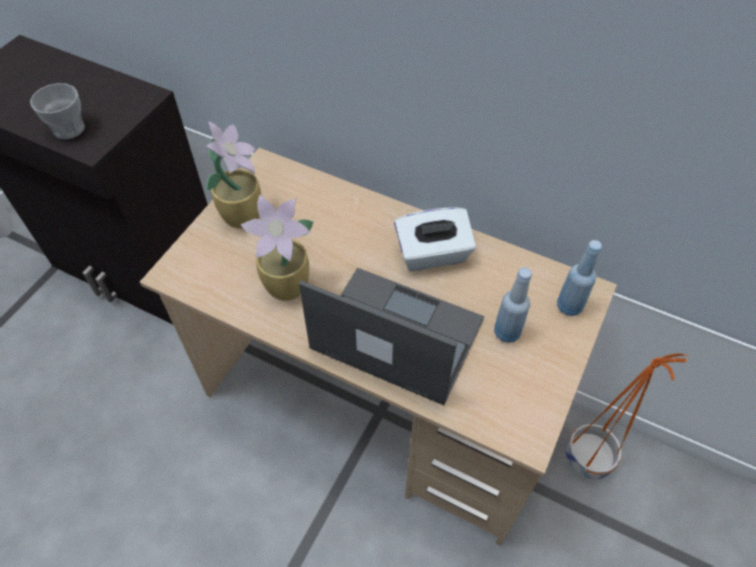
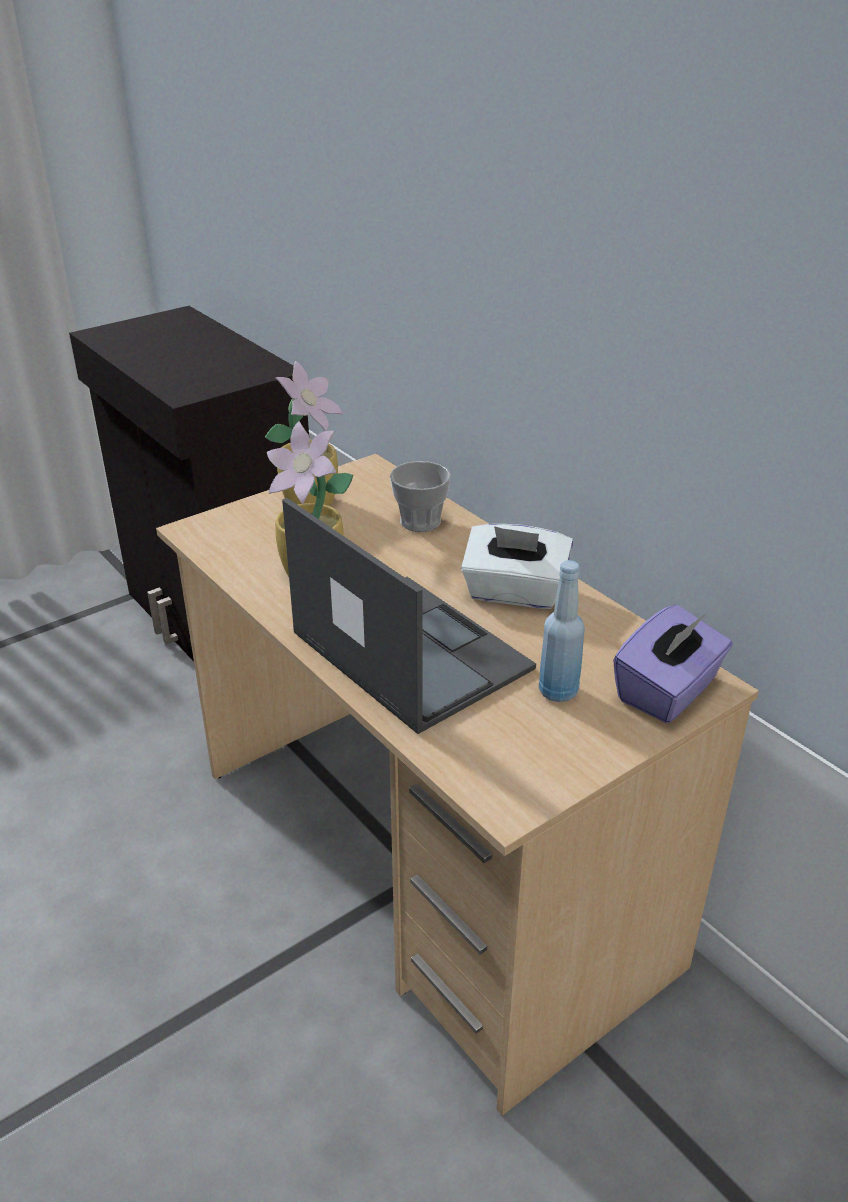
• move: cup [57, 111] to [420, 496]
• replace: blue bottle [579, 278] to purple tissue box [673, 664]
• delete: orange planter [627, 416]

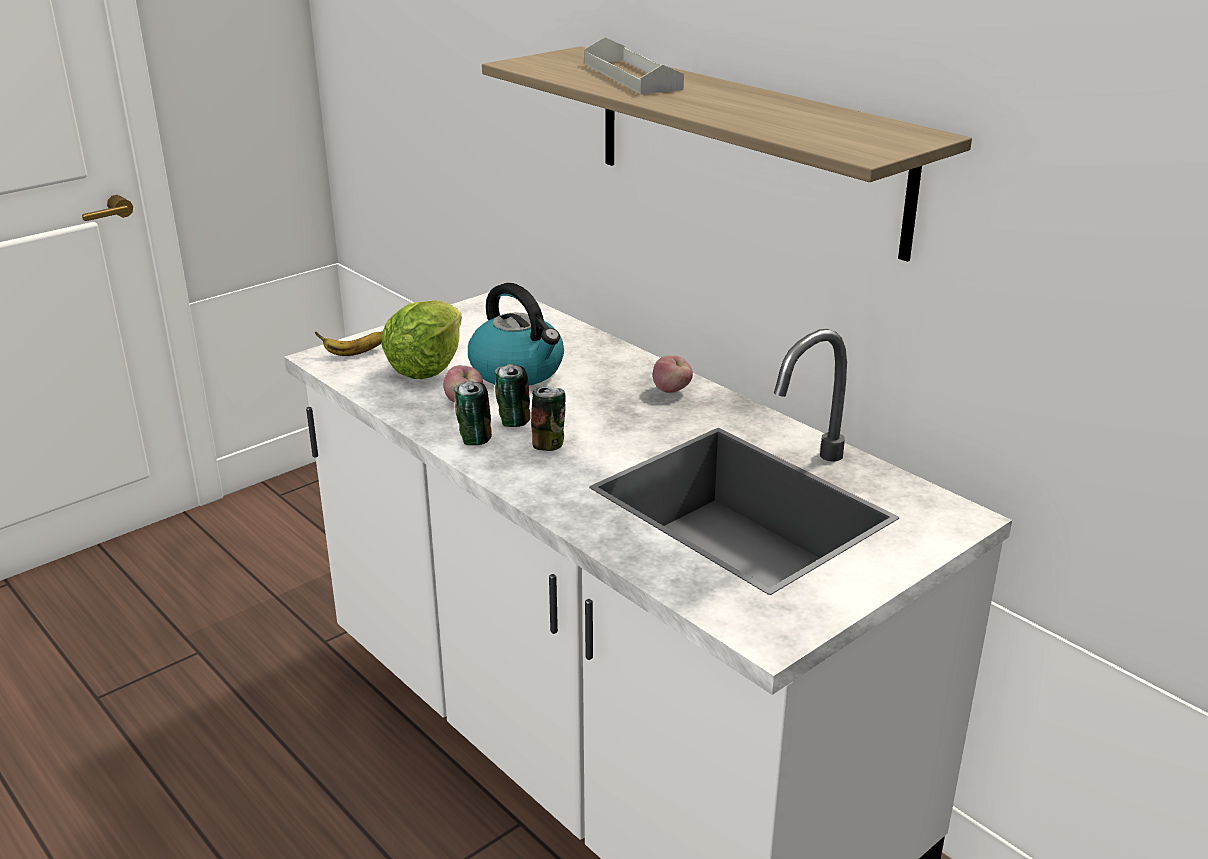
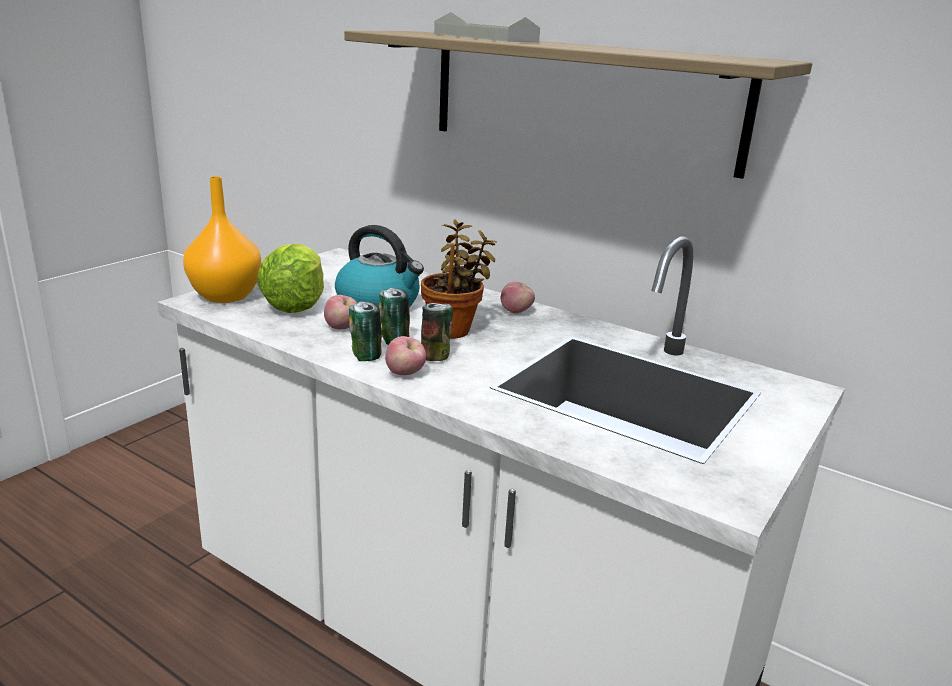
• replace: banana [349, 343] to orange vase [222, 239]
• insert: apple [405, 355]
• insert: potted plant [459, 279]

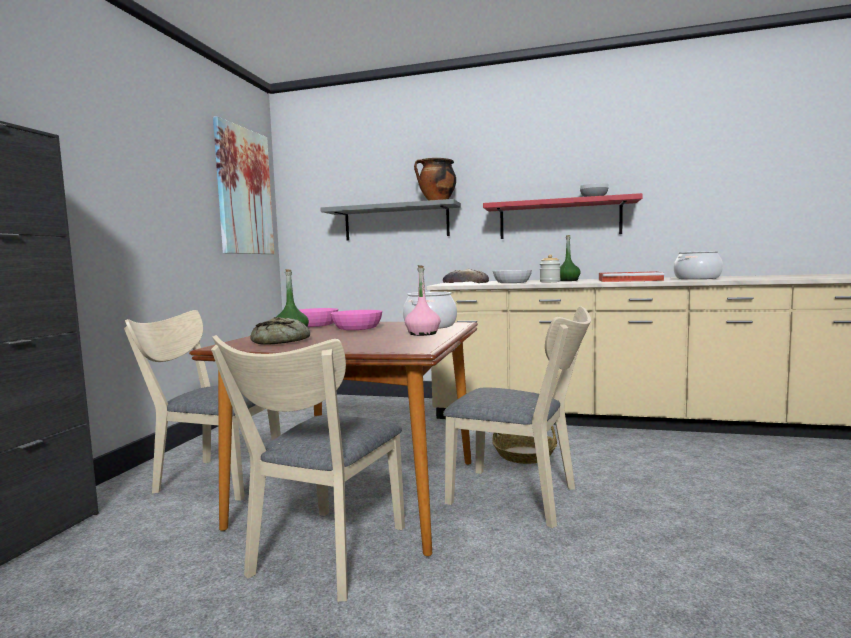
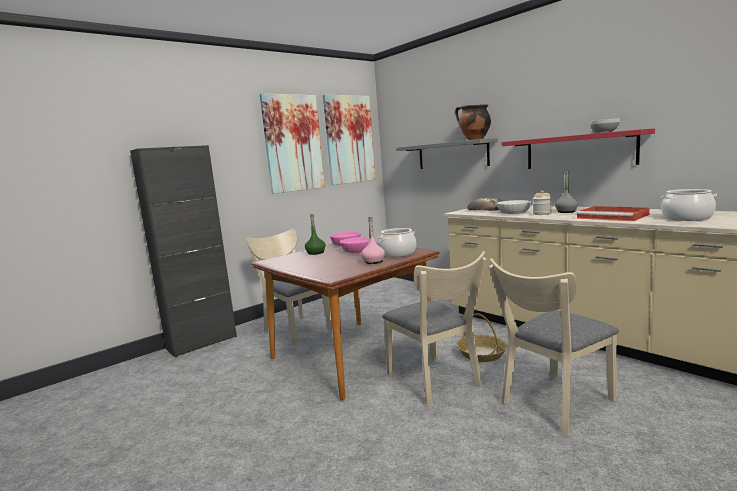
• move: beige chair [308, 468] to [554, 346]
• delete: bread [280, 331]
• recolor: green bottle [570, 258] to grey bottle [566, 192]
• insert: picture [292, 143]

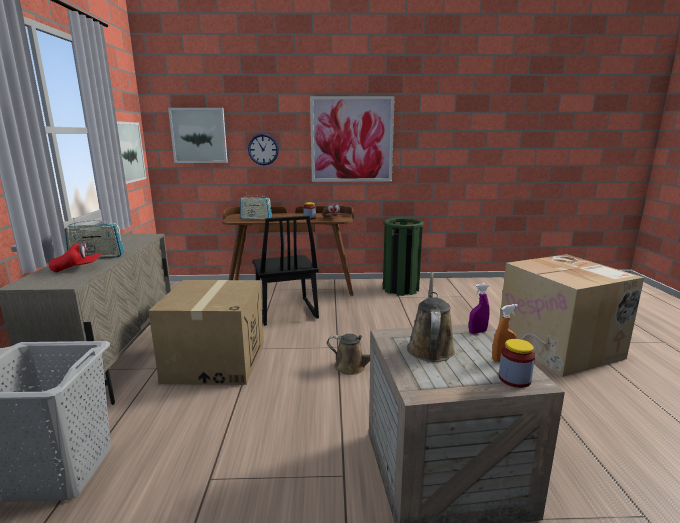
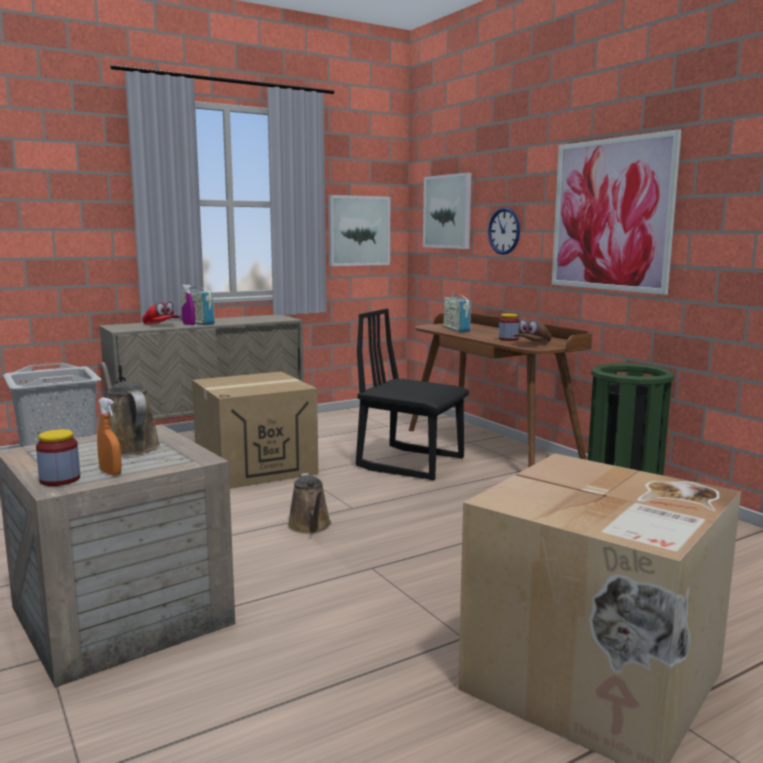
• rotate: black chair [285, 271] = [412, 394] 75 degrees clockwise
• rotate: brown watering can [431, 317] = [130, 408] 105 degrees counterclockwise
• move: purple spray bottle [479, 308] to [188, 304]

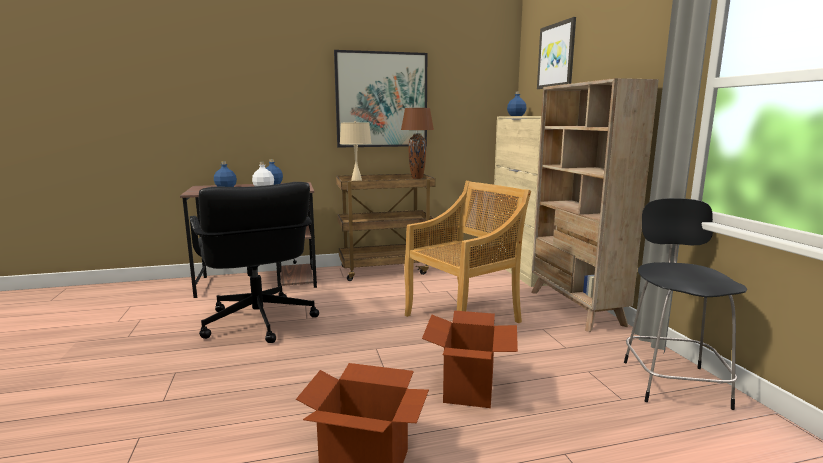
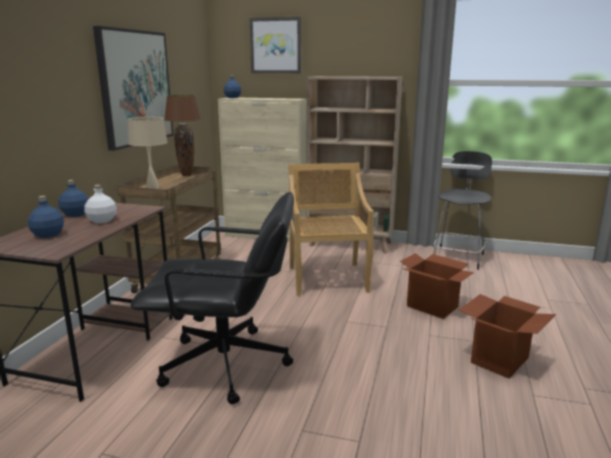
• rotate: black chair [685, 304] = [462, 210] 75 degrees clockwise

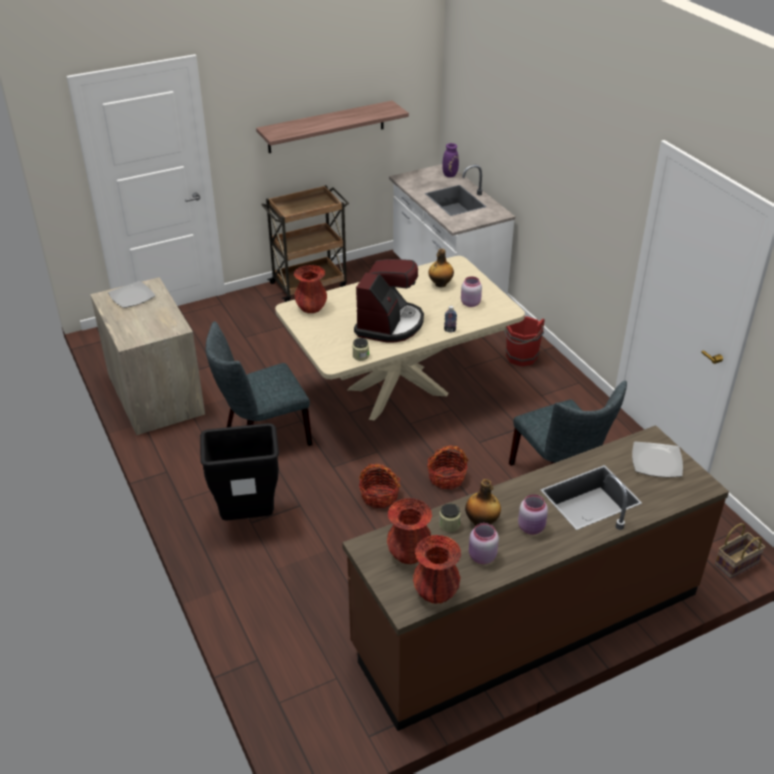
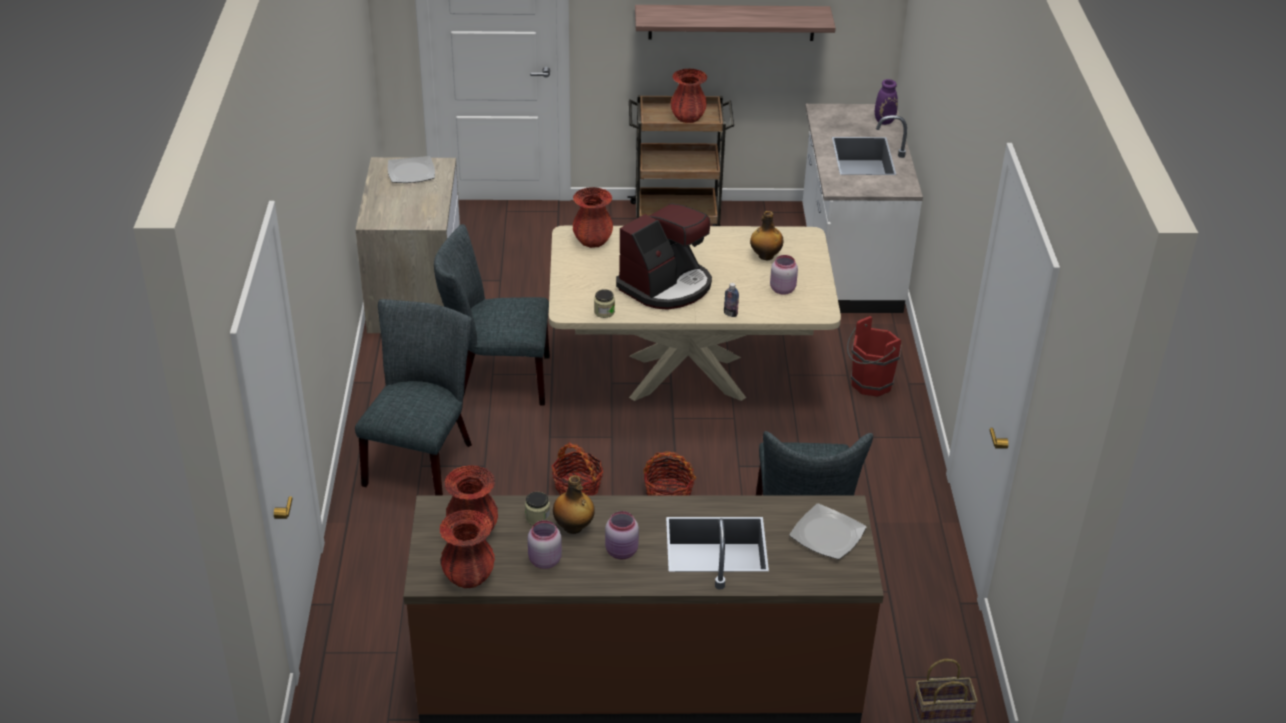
• replace: black trash can [239, 472] to grey chair [413, 397]
• insert: red vase [689, 95]

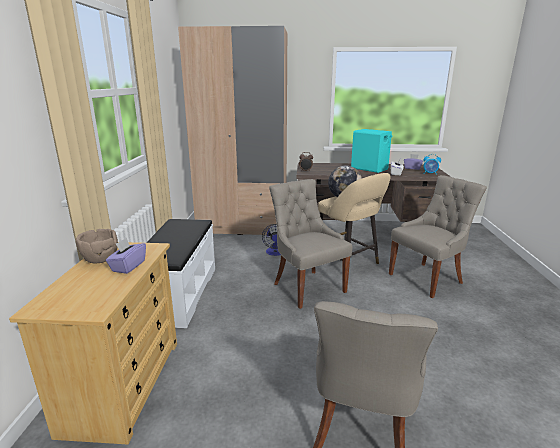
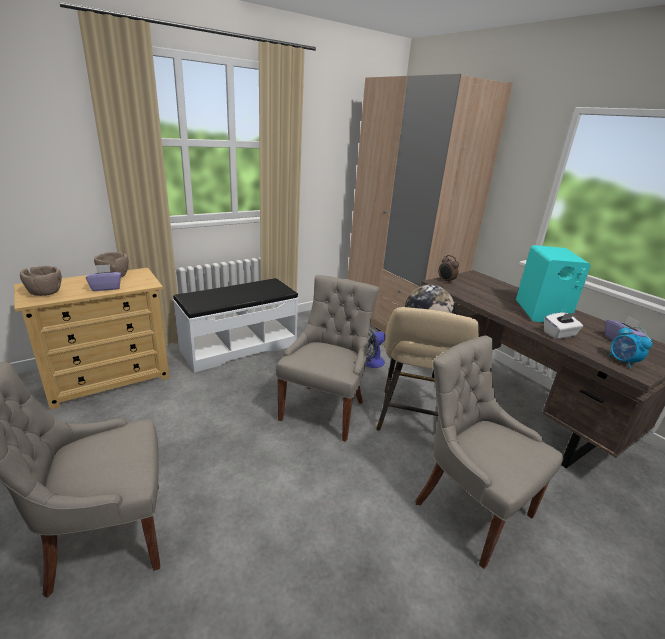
• rotate: grey chair [438, 236] = [489, 452] 150 degrees counterclockwise
• insert: brown bowl [41, 281]

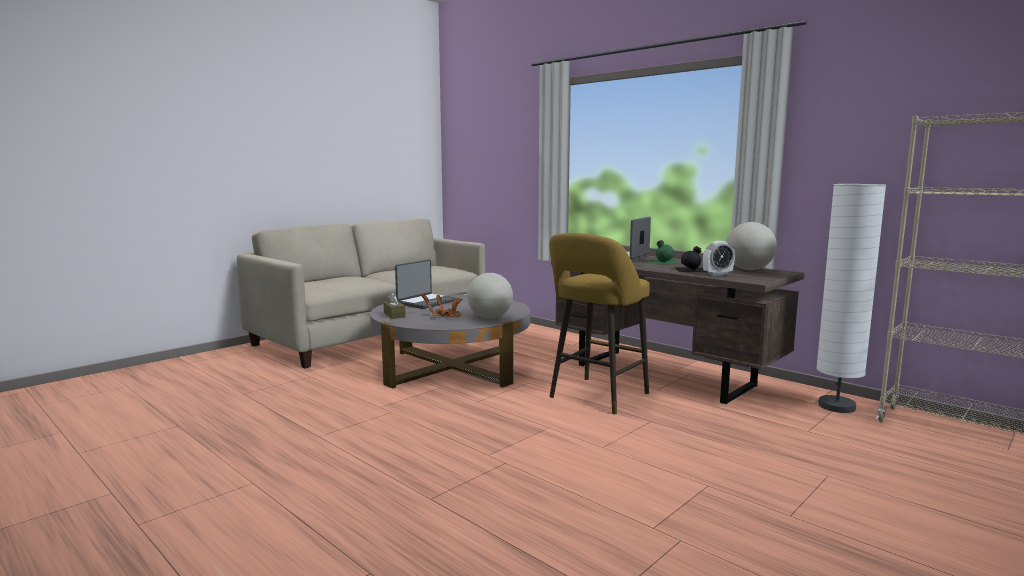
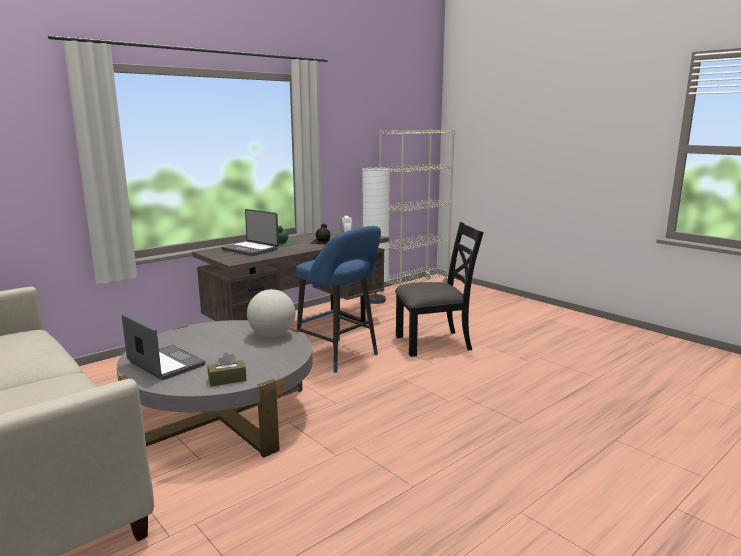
• delete: potted plant [441, 305]
• recolor: yellow stool [599, 323] to blue stool [338, 299]
• delete: globe [751, 246]
• insert: black chair [439, 289]

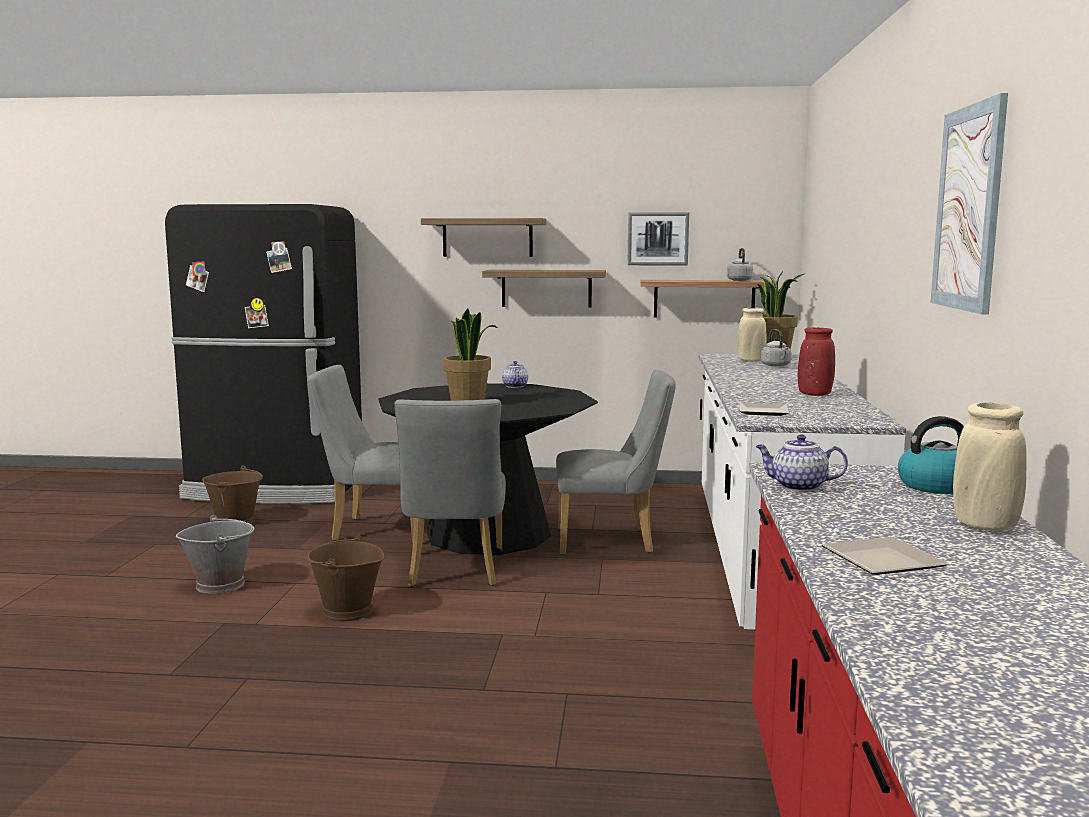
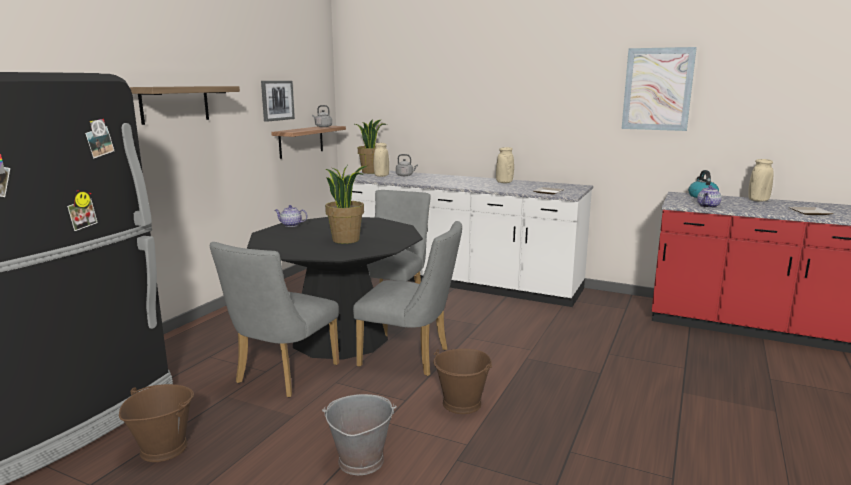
• delete: shelf [544, 289]
• recolor: red vase [816, 361] to beige vase [505, 165]

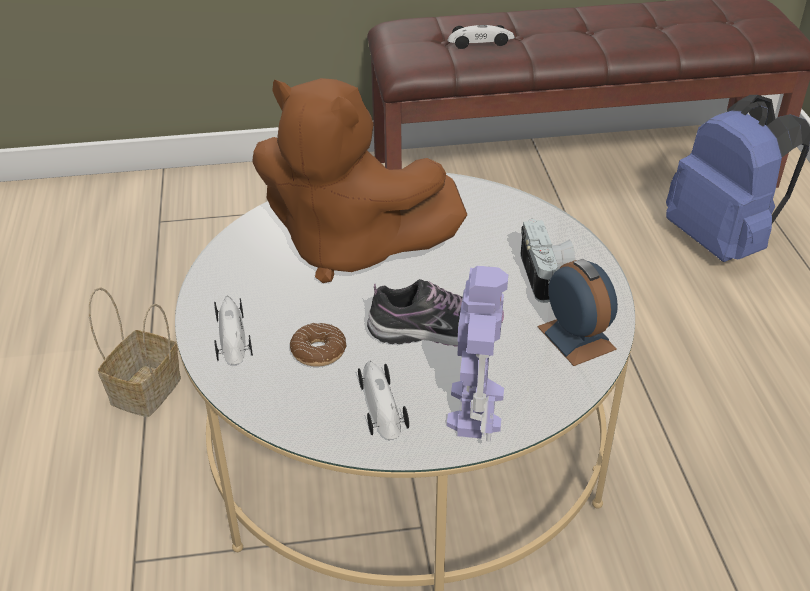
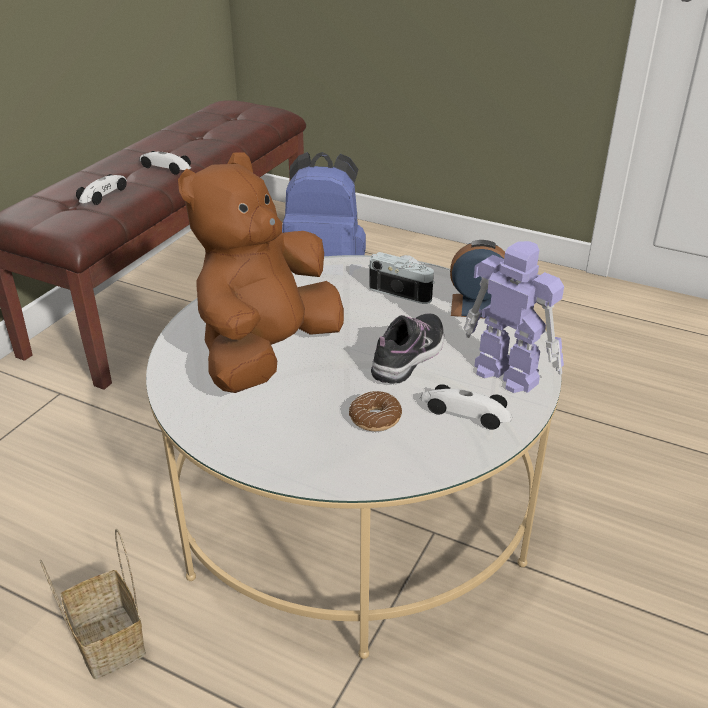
• move: toy car [233, 330] to [165, 162]
• rotate: brown plush toy [360, 180] = [261, 272] 150 degrees clockwise

